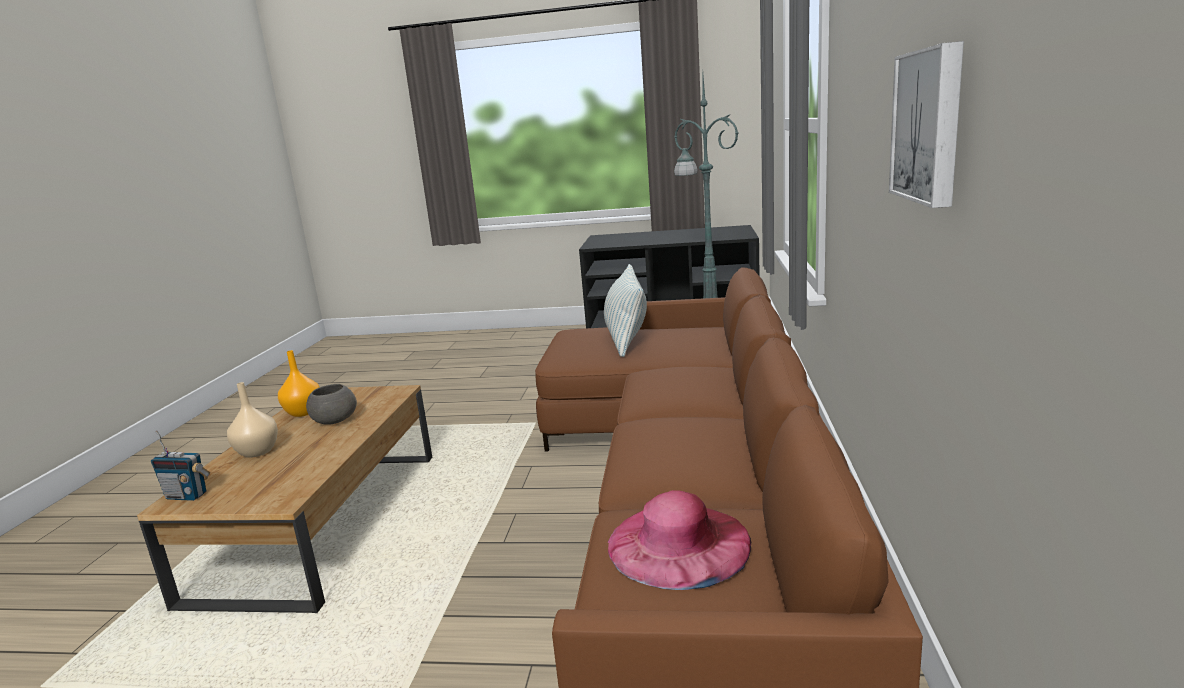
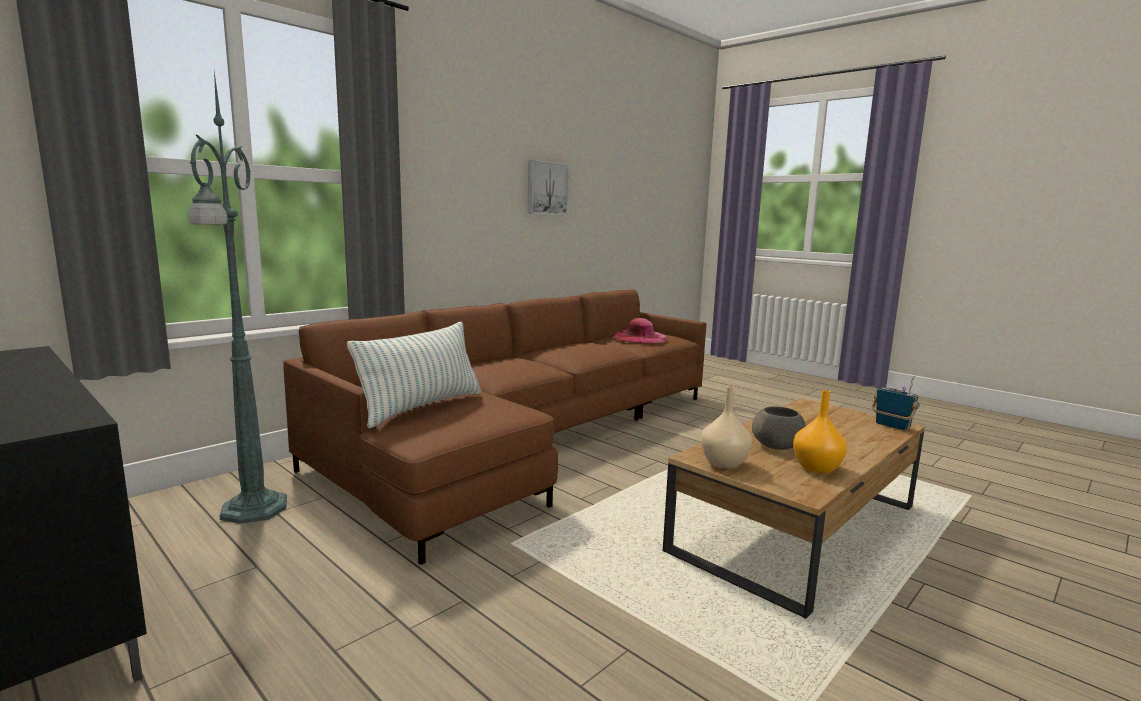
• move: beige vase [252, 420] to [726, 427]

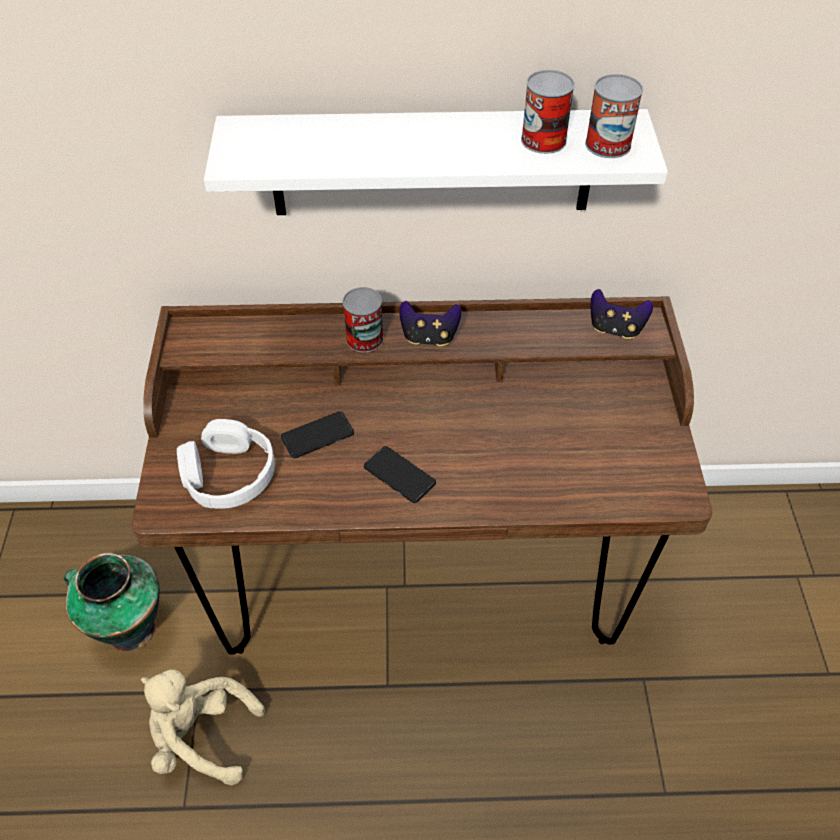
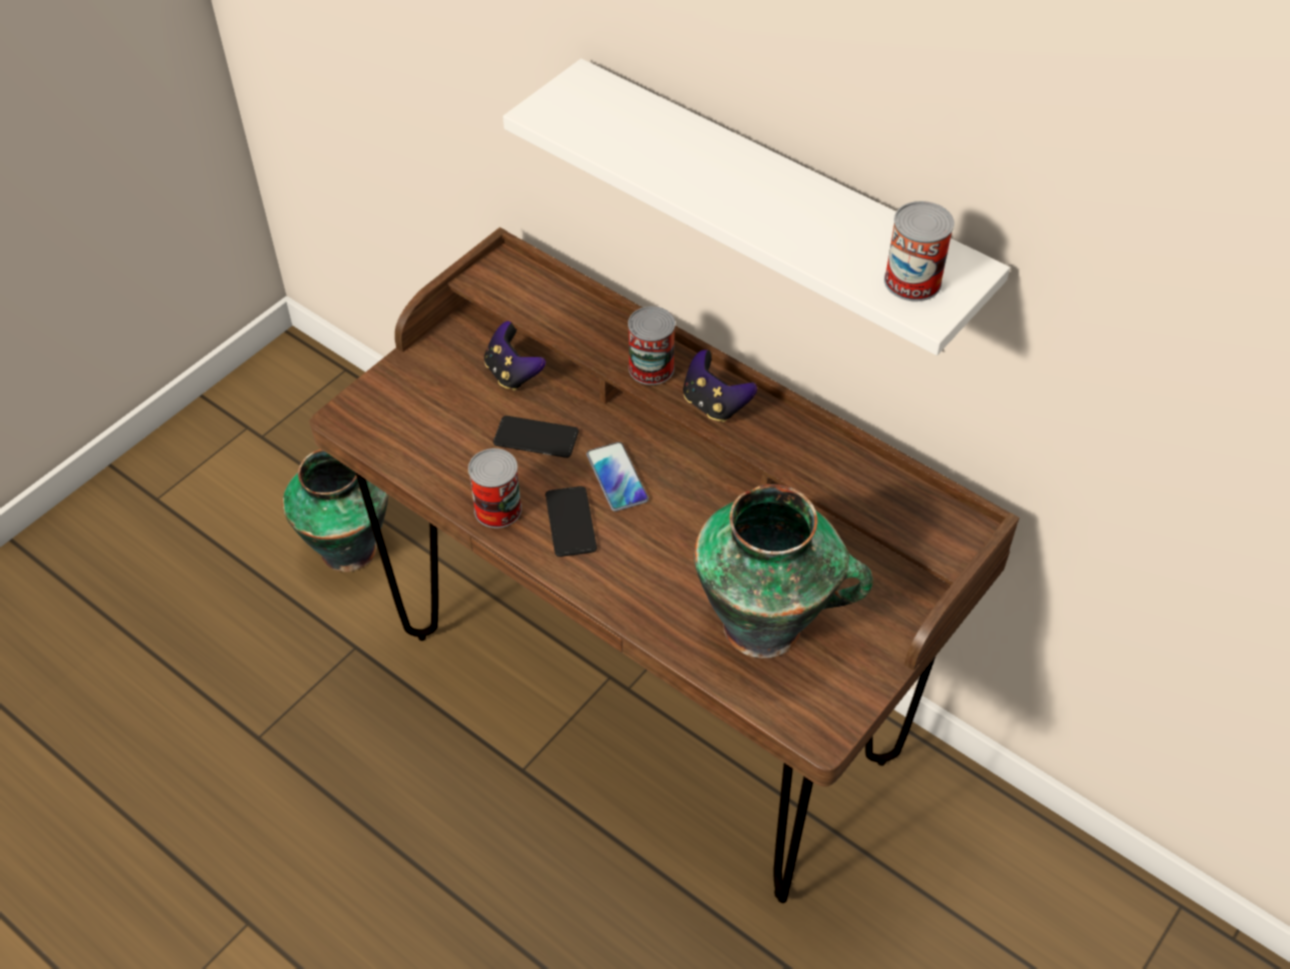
• delete: beige plush toy [203, 727]
• delete: white headphones [226, 464]
• move: can [548, 112] to [495, 488]
• move: game controller [621, 314] to [515, 356]
• insert: phone [617, 476]
• insert: vase [783, 571]

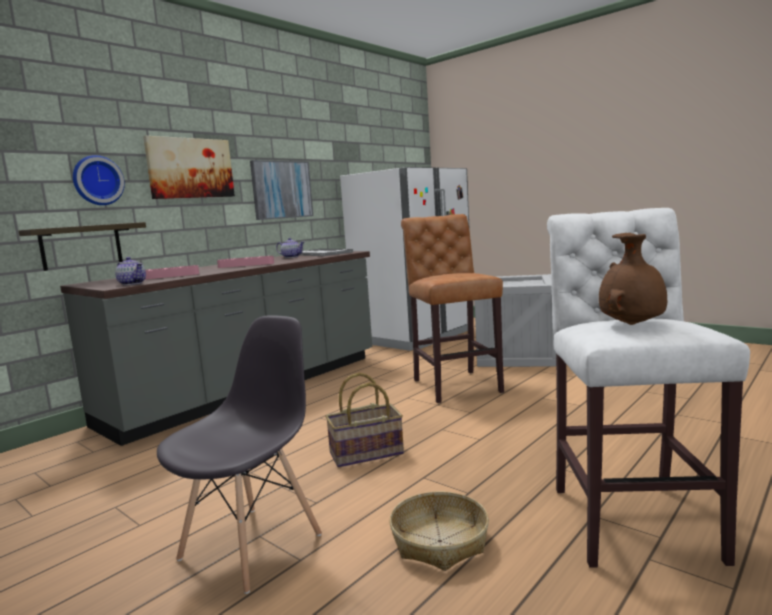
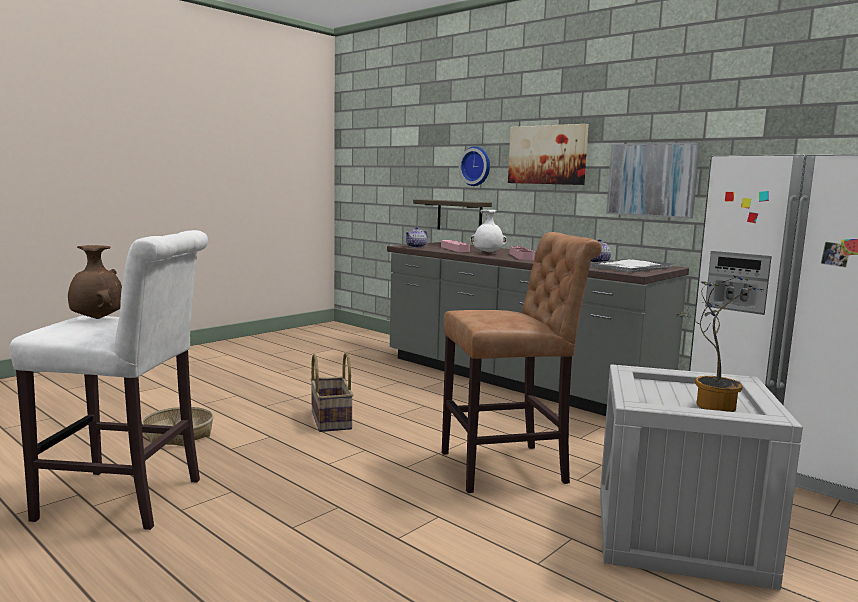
• delete: grey chair [239, 454]
• insert: white vase [488, 232]
• insert: potted plant [719, 344]

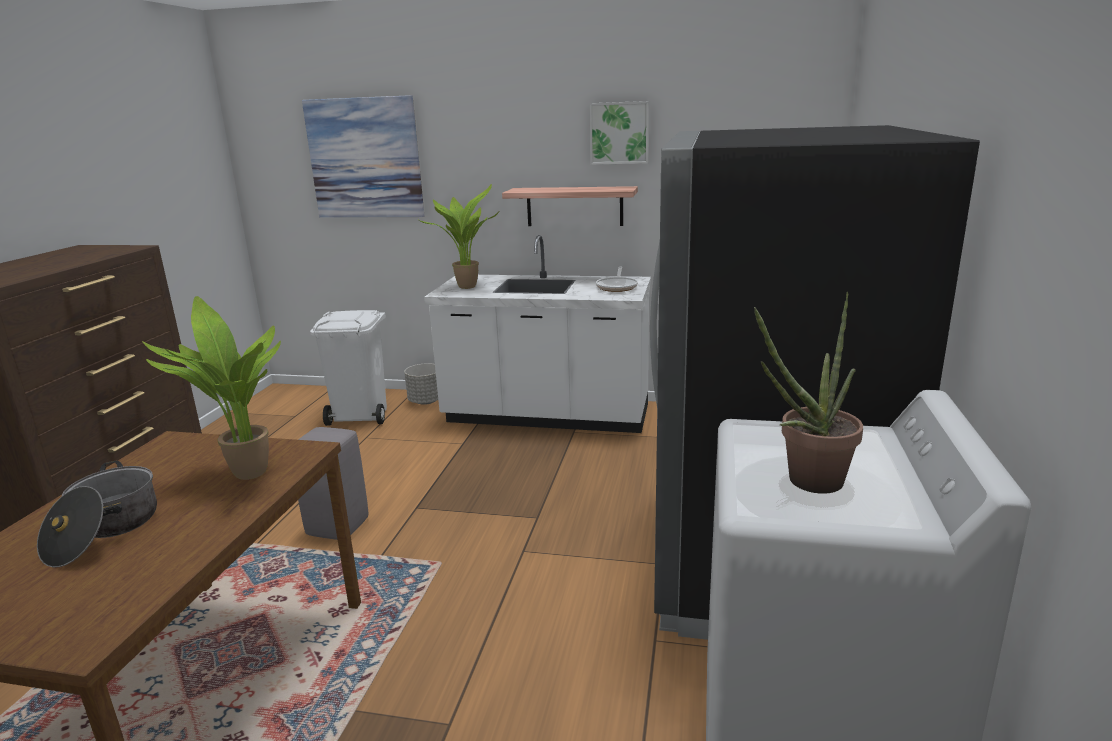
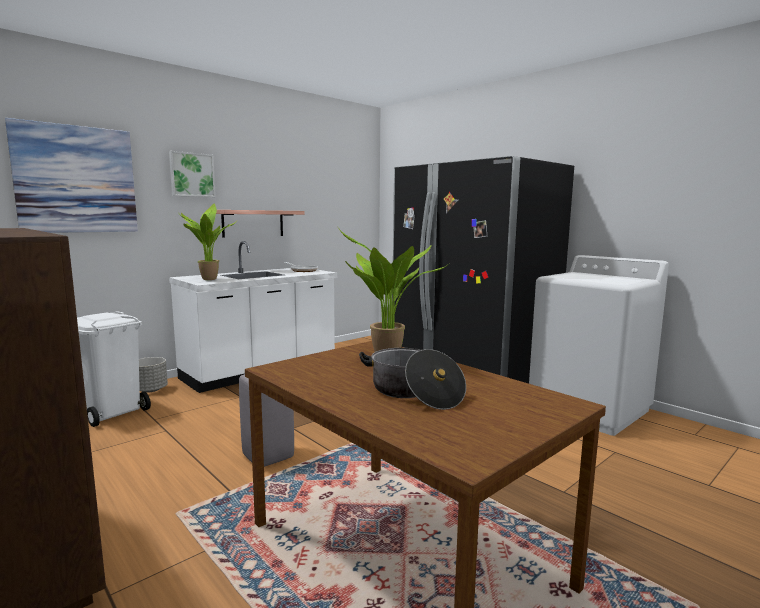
• move: picture [619, 133] to [192, 174]
• delete: potted plant [808, 393]

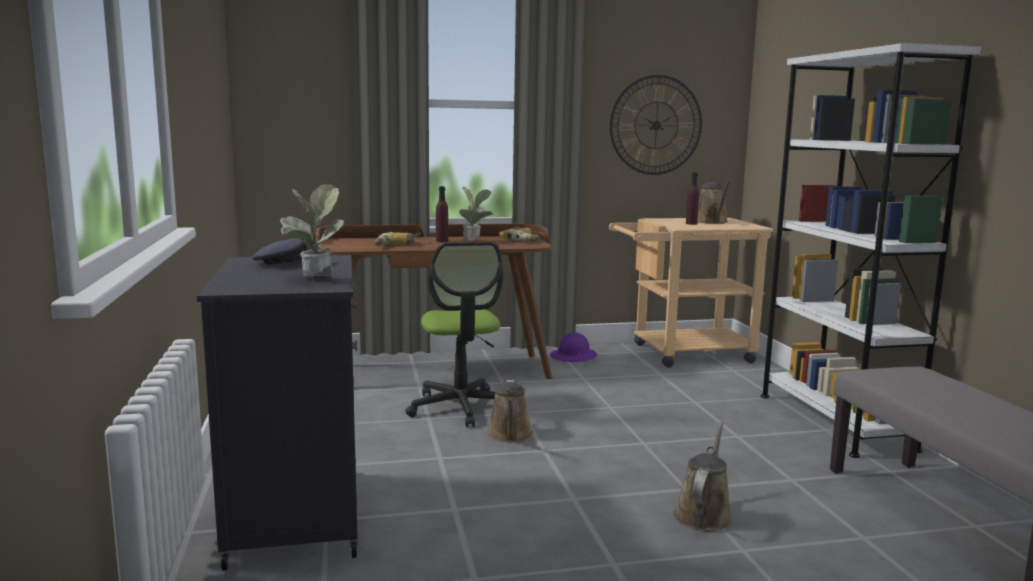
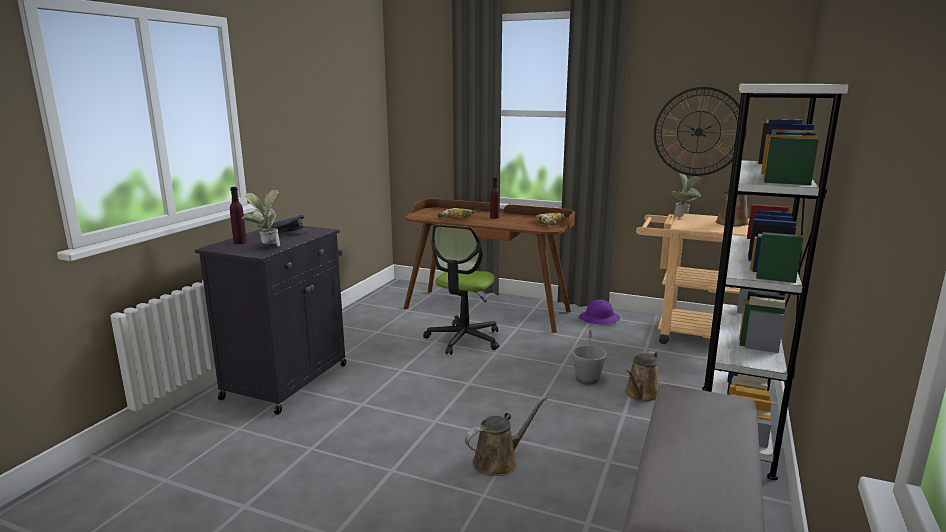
• move: potted plant [476, 214] to [686, 195]
• move: brown watering can [510, 411] to [642, 376]
• move: purple bottle [692, 198] to [238, 215]
• insert: grey bucket [589, 357]

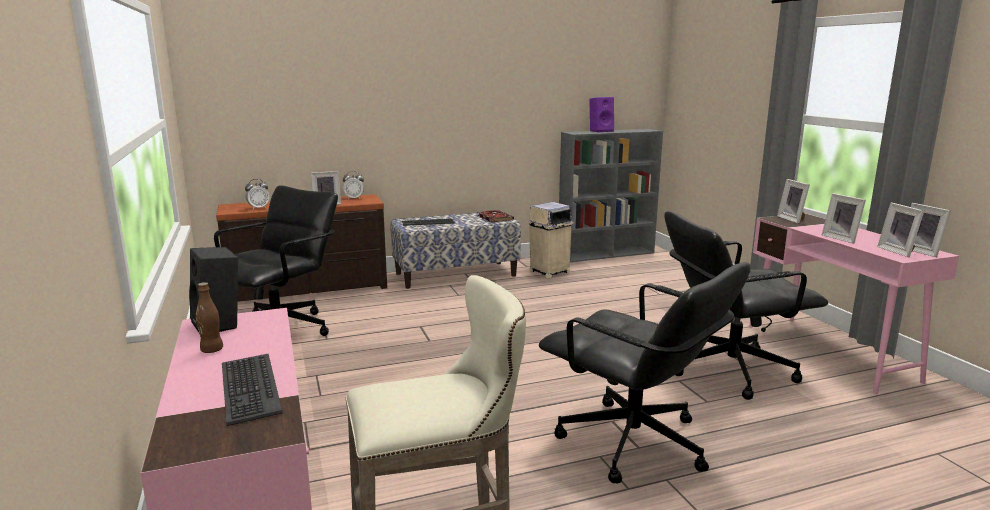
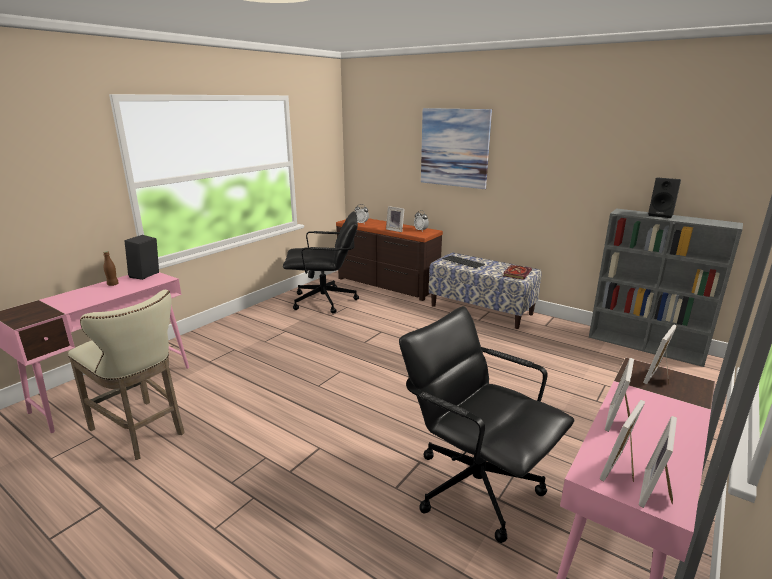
• delete: keyboard [252, 390]
• delete: beige trash can [550, 240]
• delete: black office chair [645, 373]
• recolor: purple speaker [601, 114] to black speaker [664, 198]
• insert: picture [456, 148]

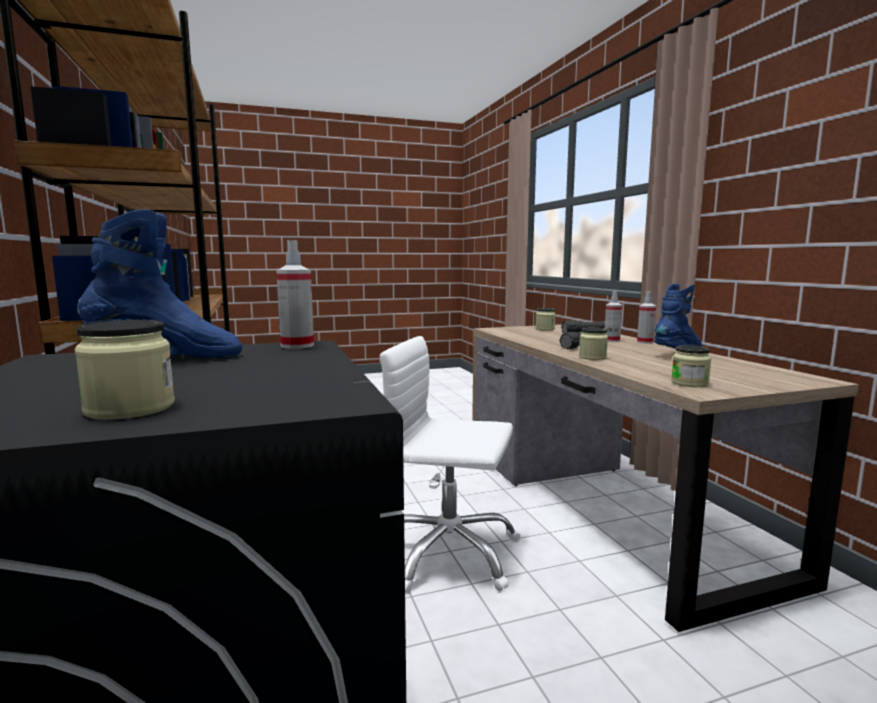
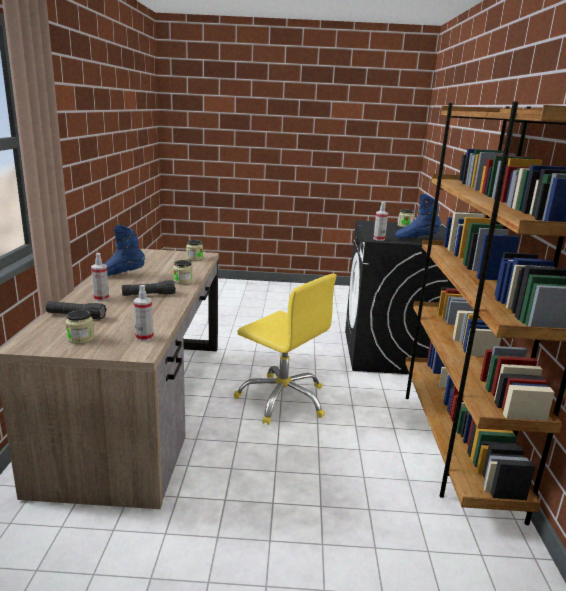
• recolor: white office chair [450, 464] to yellow office chair [285, 349]
• move: spray bottle [646, 317] to [144, 313]

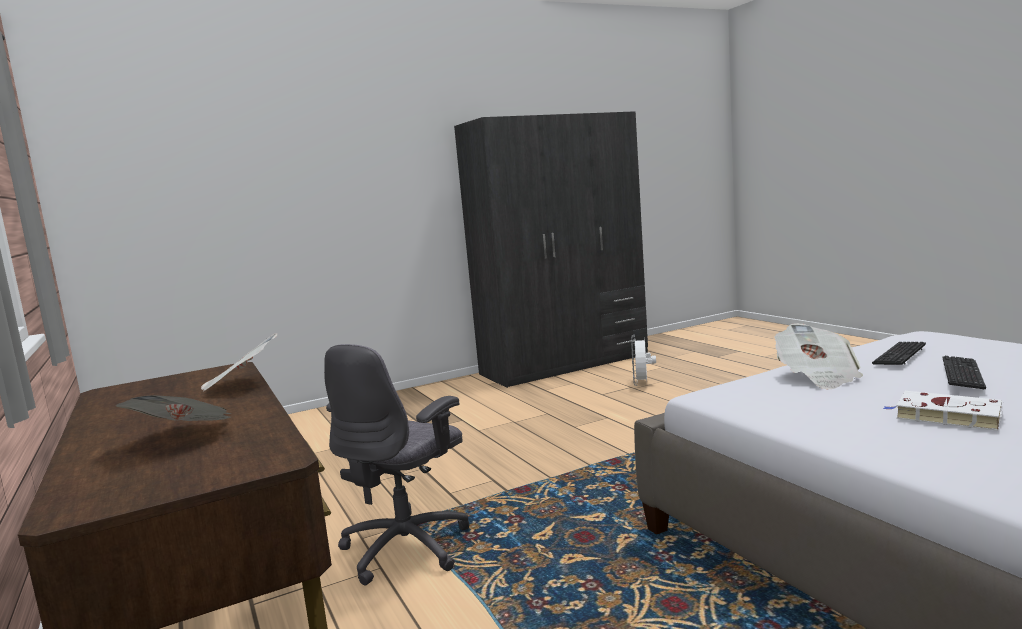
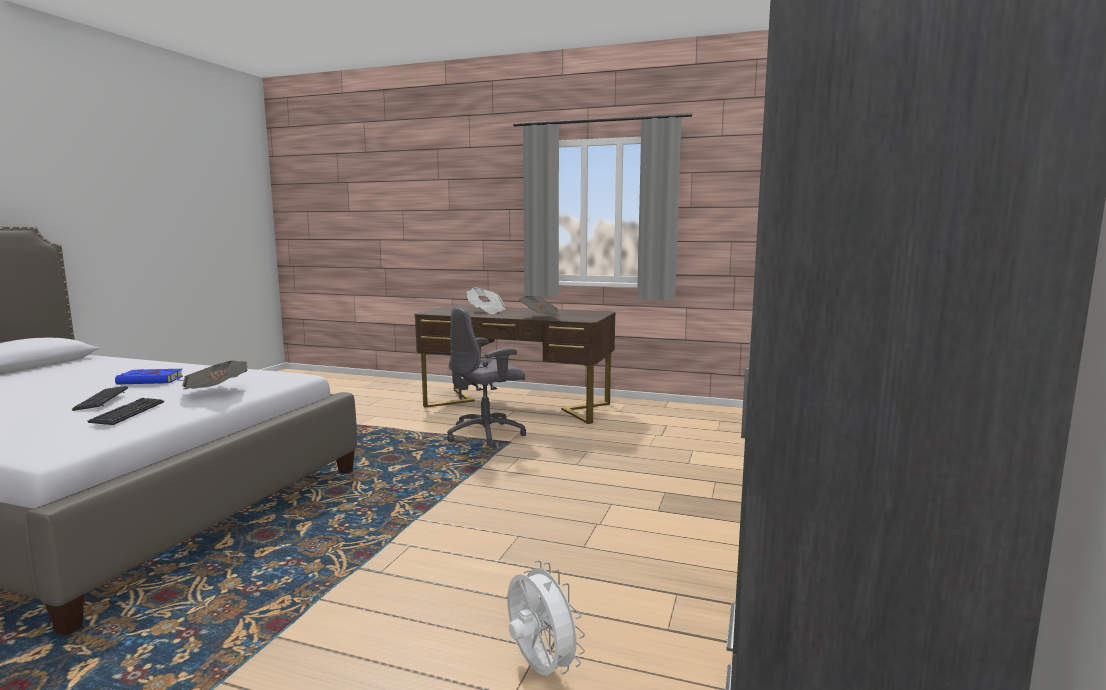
• rotate: grey office chair [396, 464] = [486, 376] 105 degrees counterclockwise
• recolor: white book [943, 411] to blue book [149, 377]

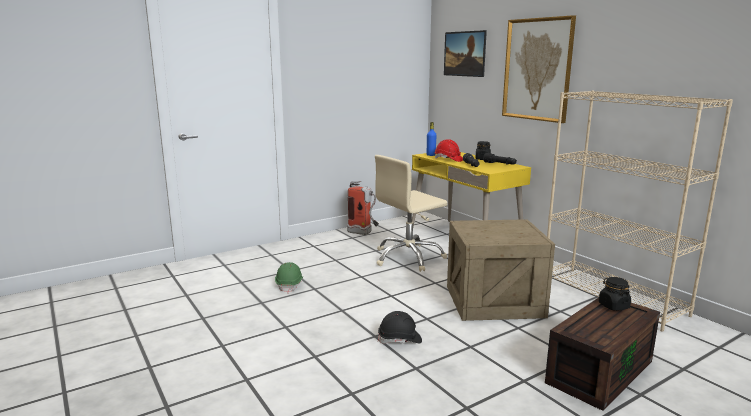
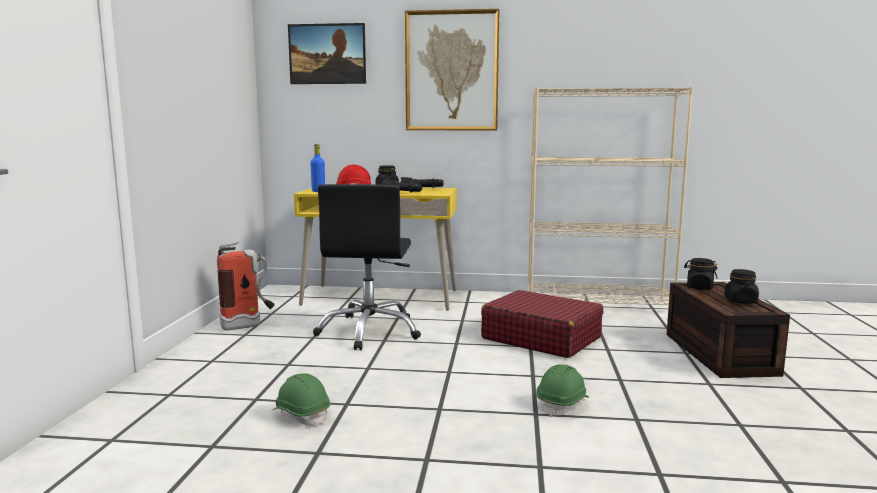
• recolor: beige office chair [411, 213] to black office chair [367, 267]
• recolor: black hard hat [400, 327] to green hard hat [562, 390]
• replace: crate [501, 270] to red suitcase [542, 324]
• insert: black jar [741, 286]

